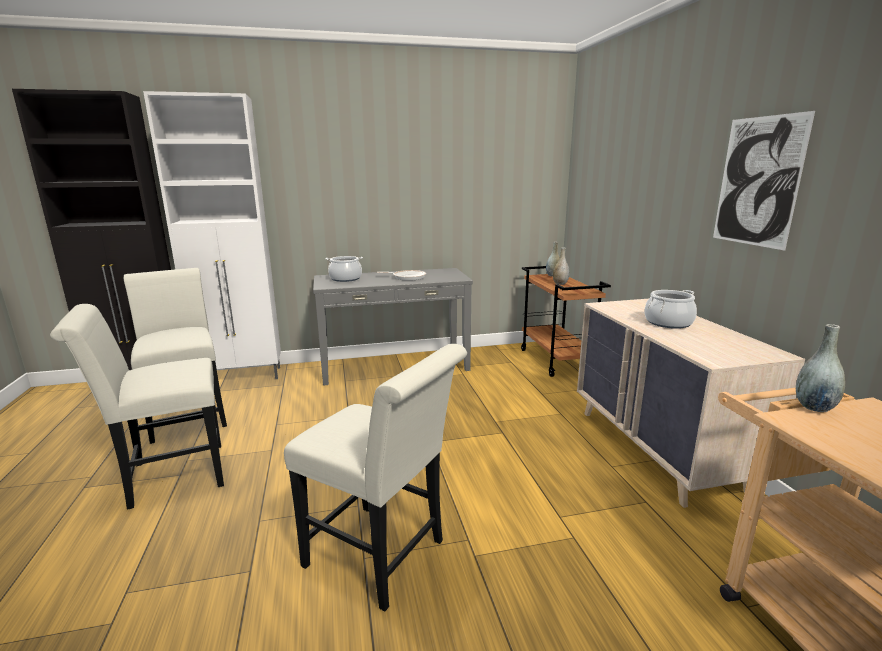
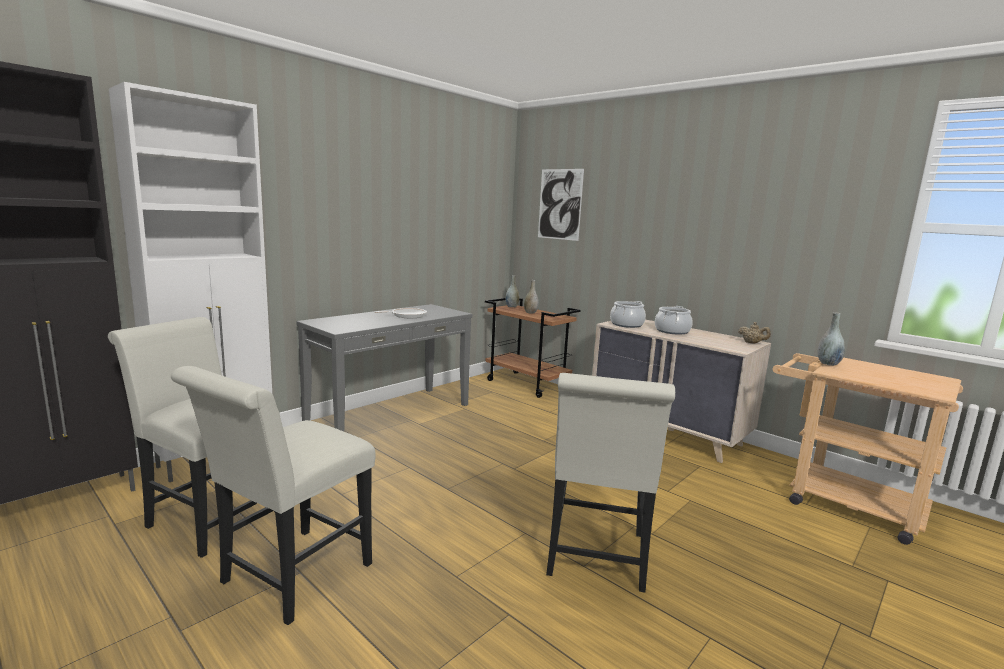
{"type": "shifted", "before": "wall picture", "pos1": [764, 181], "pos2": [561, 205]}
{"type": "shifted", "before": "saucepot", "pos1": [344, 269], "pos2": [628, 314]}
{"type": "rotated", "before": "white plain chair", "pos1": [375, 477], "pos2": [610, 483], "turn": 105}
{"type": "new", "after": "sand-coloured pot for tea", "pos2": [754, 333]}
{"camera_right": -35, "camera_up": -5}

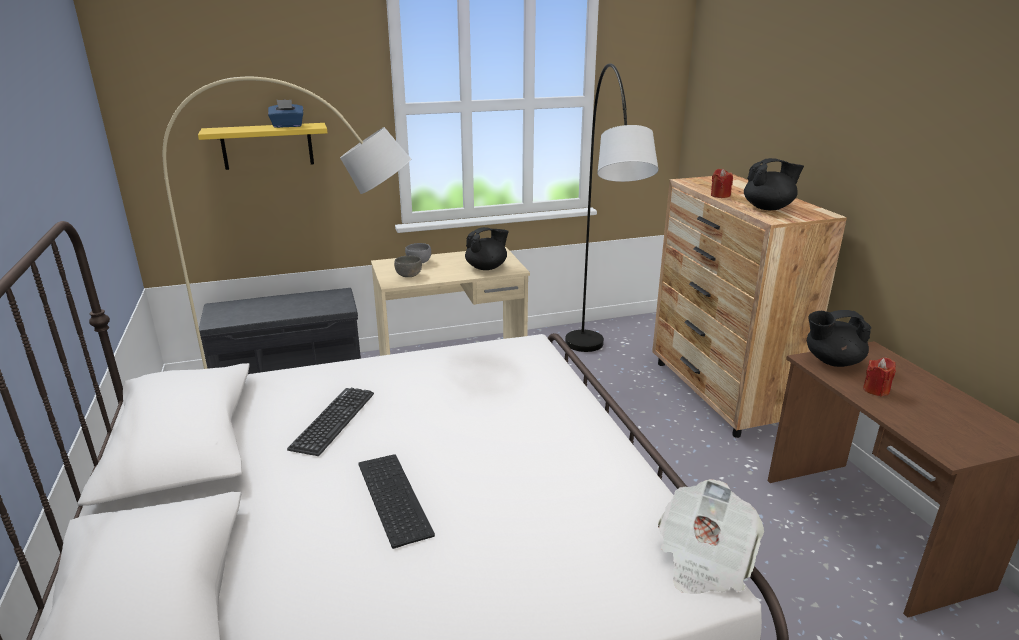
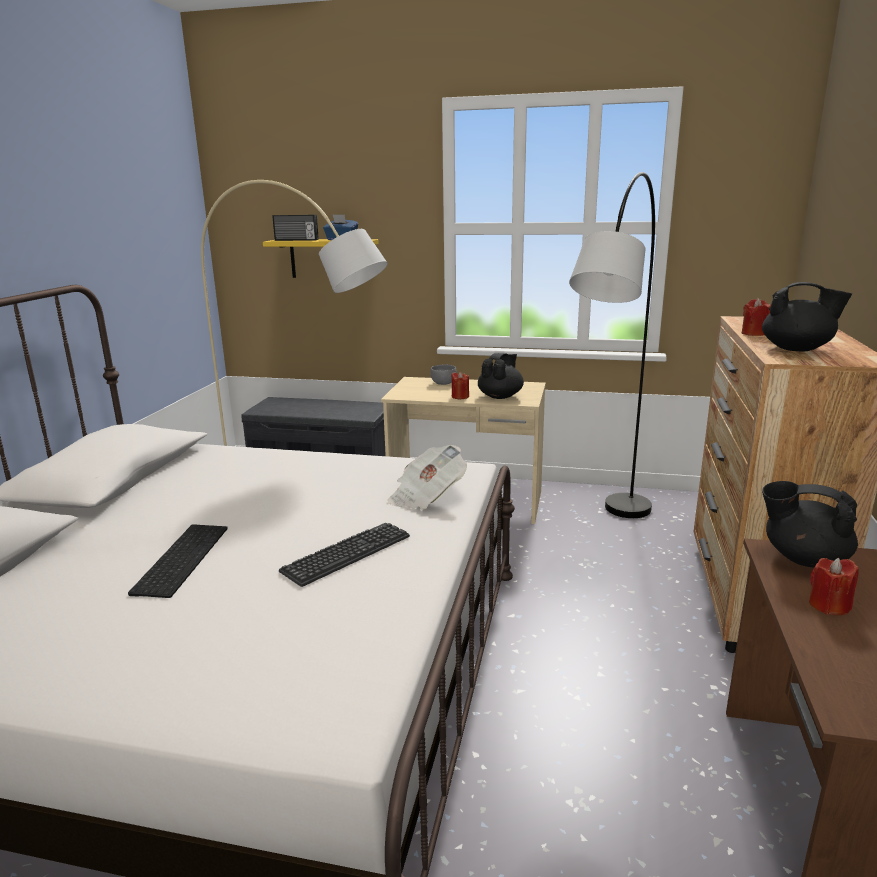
{"type": "rotated", "before": "black-coloured pot for tea", "pos1": [487, 248], "pos2": [501, 376], "turn": -60}
{"type": "gone", "before": "gray serving bowl", "pos1": [408, 266]}
{"type": "shifted", "before": "computer keyboard", "pos1": [330, 422], "pos2": [344, 555]}
{"type": "shifted", "before": "newspaper", "pos1": [711, 536], "pos2": [427, 477]}
{"type": "new", "after": "radio", "pos2": [295, 228]}
{"type": "new", "after": "reddish wax light", "pos2": [460, 385]}
{"camera_right": 30, "camera_up": -5}

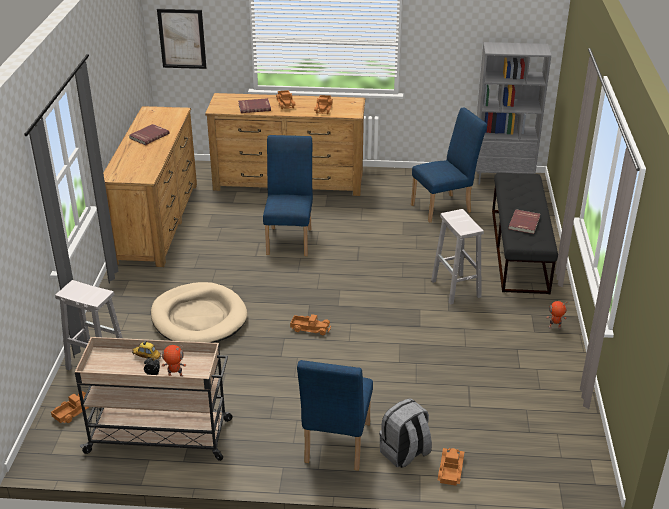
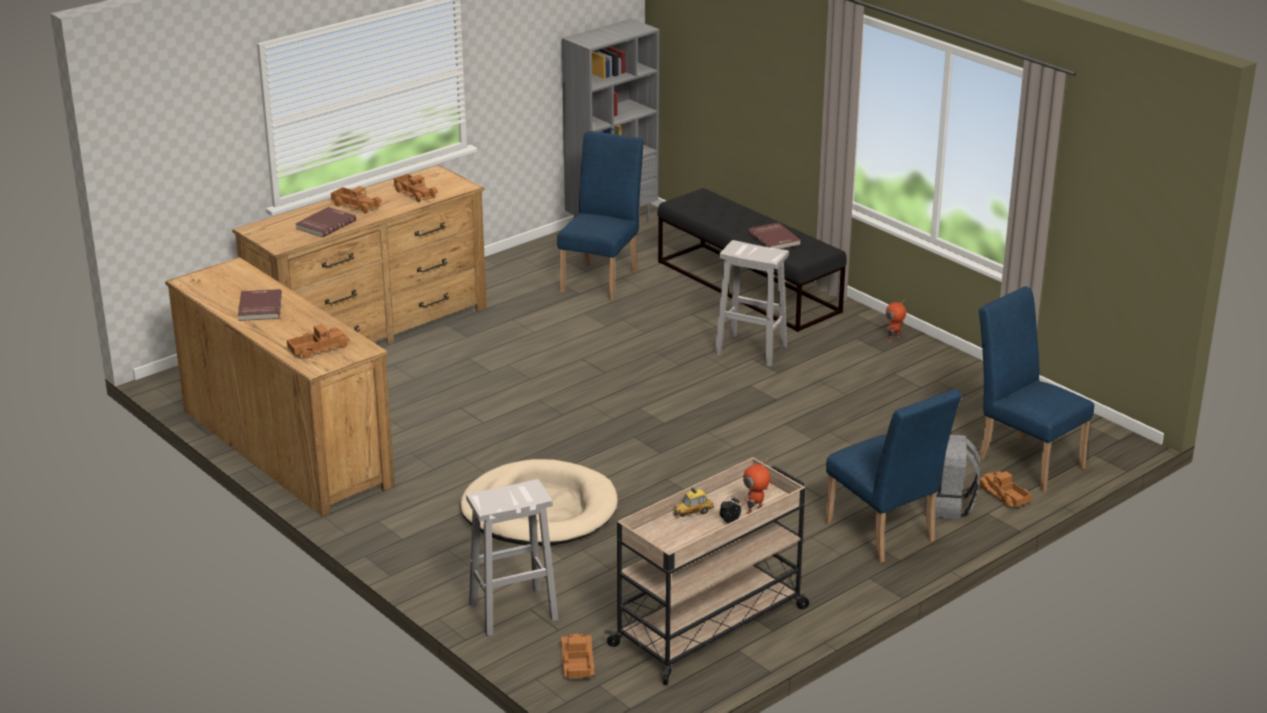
{"type": "gone", "before": "wall picture", "pos1": [181, 39]}
{"type": "shifted", "before": "blue plain chair", "pos1": [288, 195], "pos2": [1036, 389]}
{"type": "shifted", "before": "model truck", "pos1": [310, 324], "pos2": [318, 341]}
{"camera_right": -45, "camera_up": -5}

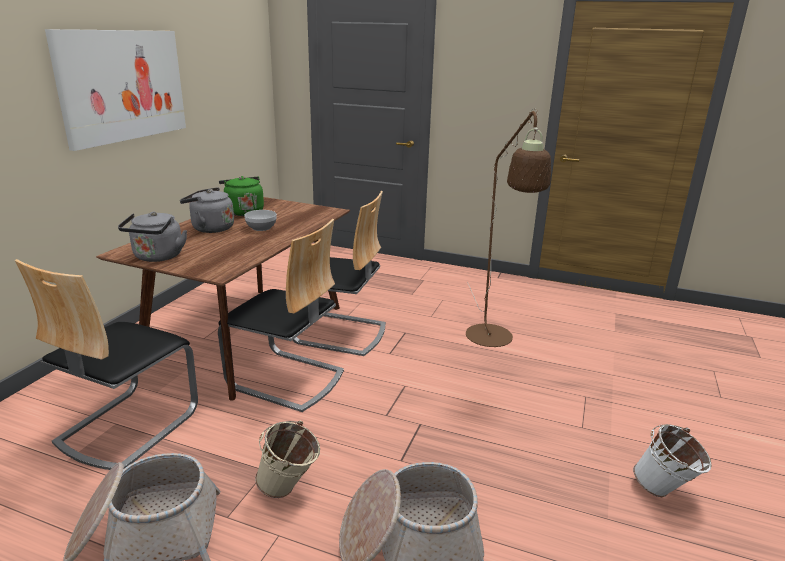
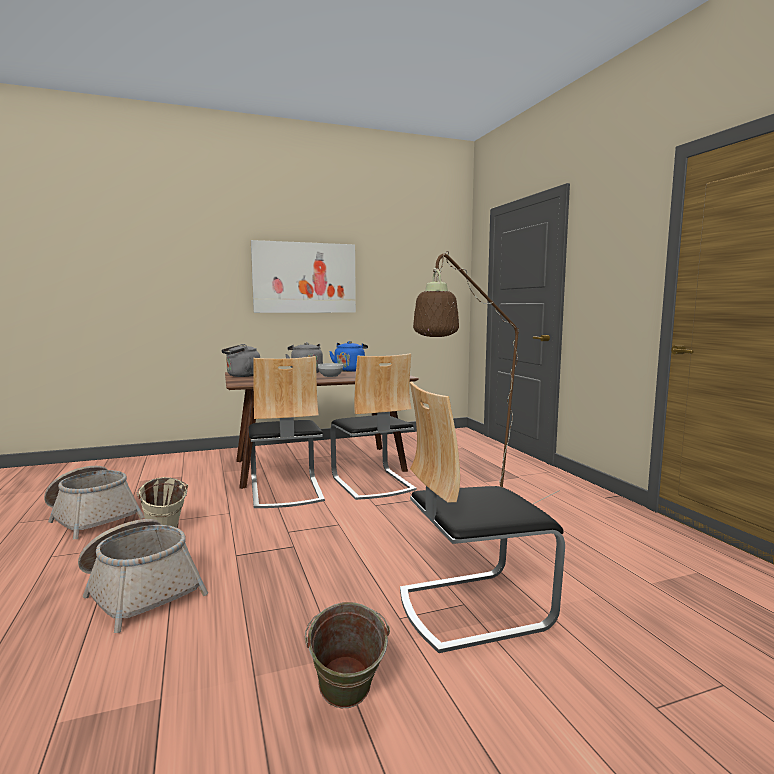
{"type": "repainted", "before": "greenish kettle", "after": "blue kettle", "pos1": [241, 196], "pos2": [348, 356]}
{"type": "shifted", "before": "plain chair", "pos1": [106, 364], "pos2": [482, 517]}
{"type": "repainted", "before": "white bucket", "after": "greenish bucket", "pos1": [672, 460], "pos2": [347, 655]}
{"camera_right": 50, "camera_up": -15}

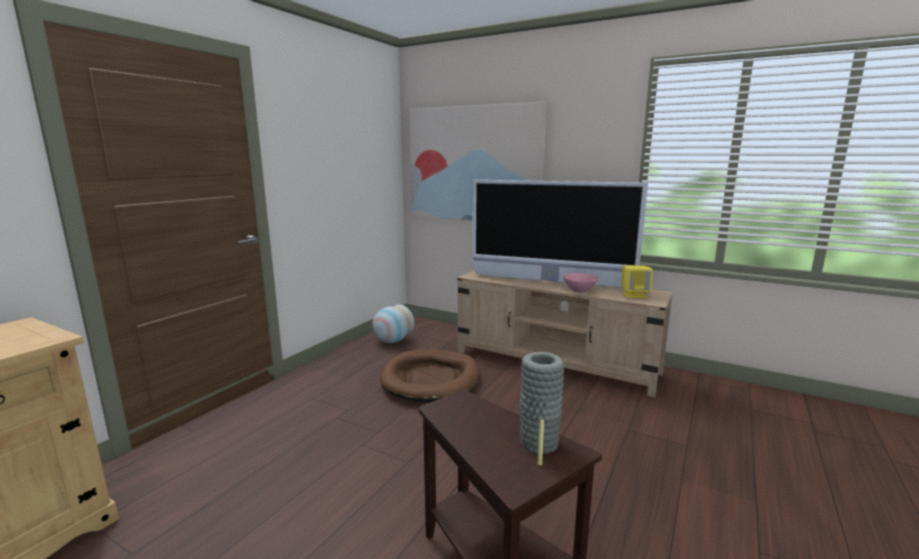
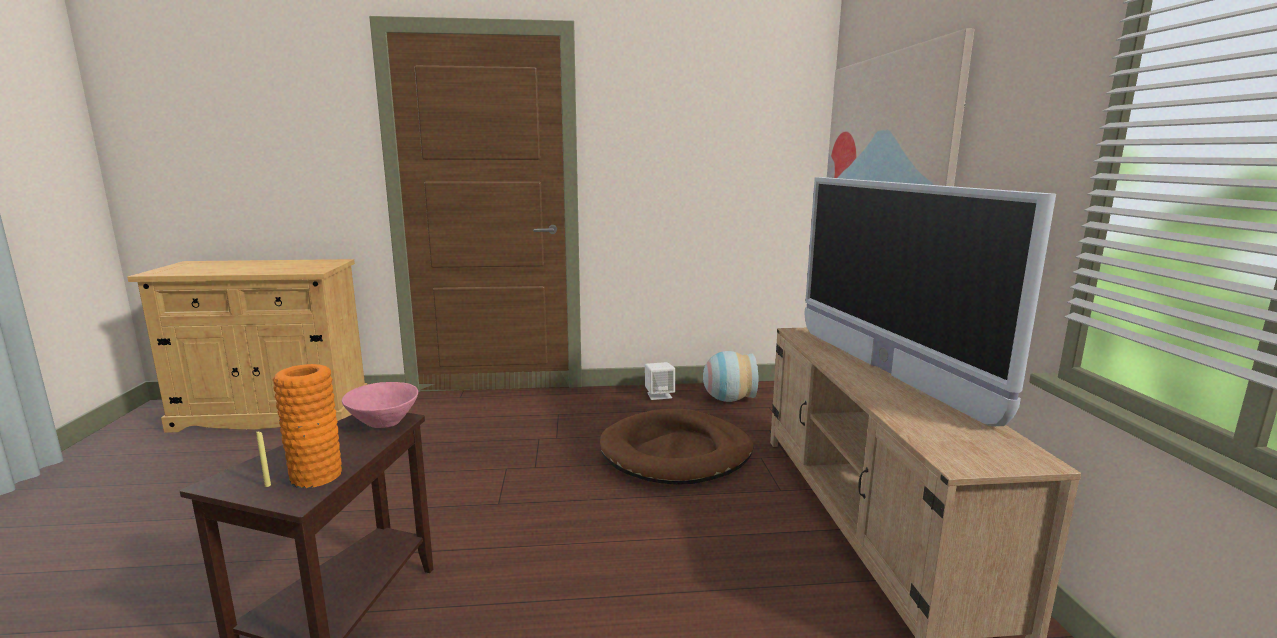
{"type": "gone", "before": "yellowish audio speaker", "pos1": [637, 281]}
{"type": "shifted", "before": "pink-coloured serving bowl", "pos1": [580, 282], "pos2": [380, 405]}
{"type": "repainted", "before": "gray decorative vase", "after": "orange-coloured decorative vase", "pos1": [542, 403], "pos2": [307, 426]}
{"type": "new", "after": "white audio speaker", "pos2": [660, 381]}
{"camera_right": 55, "camera_up": 0}

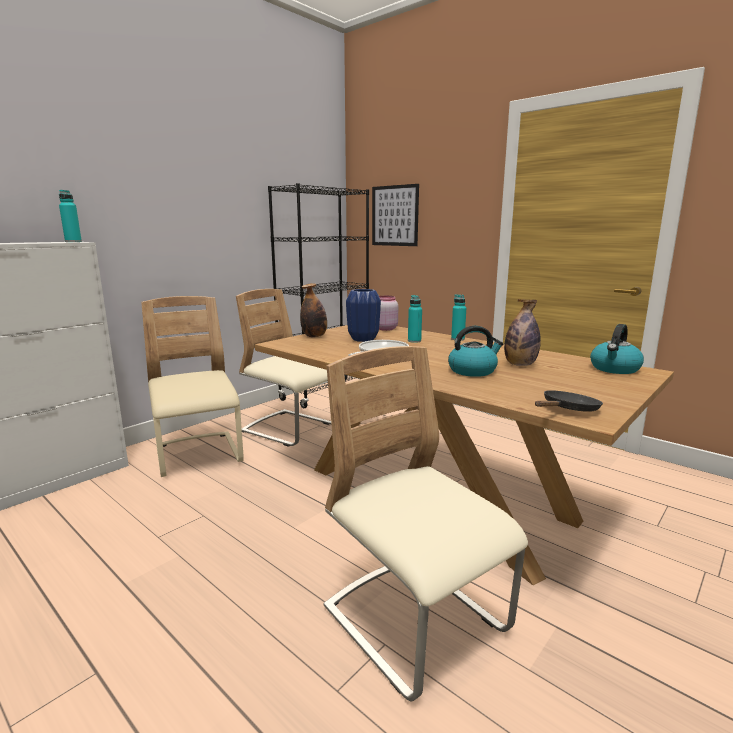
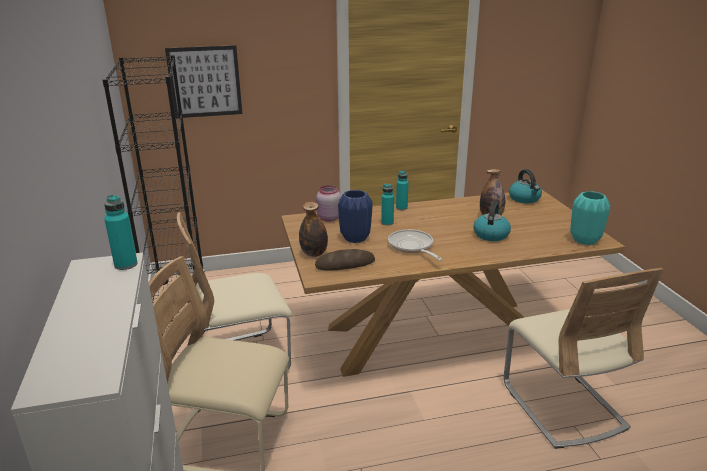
{"type": "rotated", "before": "sand-coloured plain chair", "pos1": [426, 524], "pos2": [584, 358], "turn": -105}
{"type": "swapped", "before": "black-coloured pan", "after": "turquoise-coloured decorative vase", "pos1": [569, 401], "pos2": [590, 218]}
{"type": "new", "after": "bread", "pos2": [345, 260]}
{"camera_right": -55, "camera_up": 10}

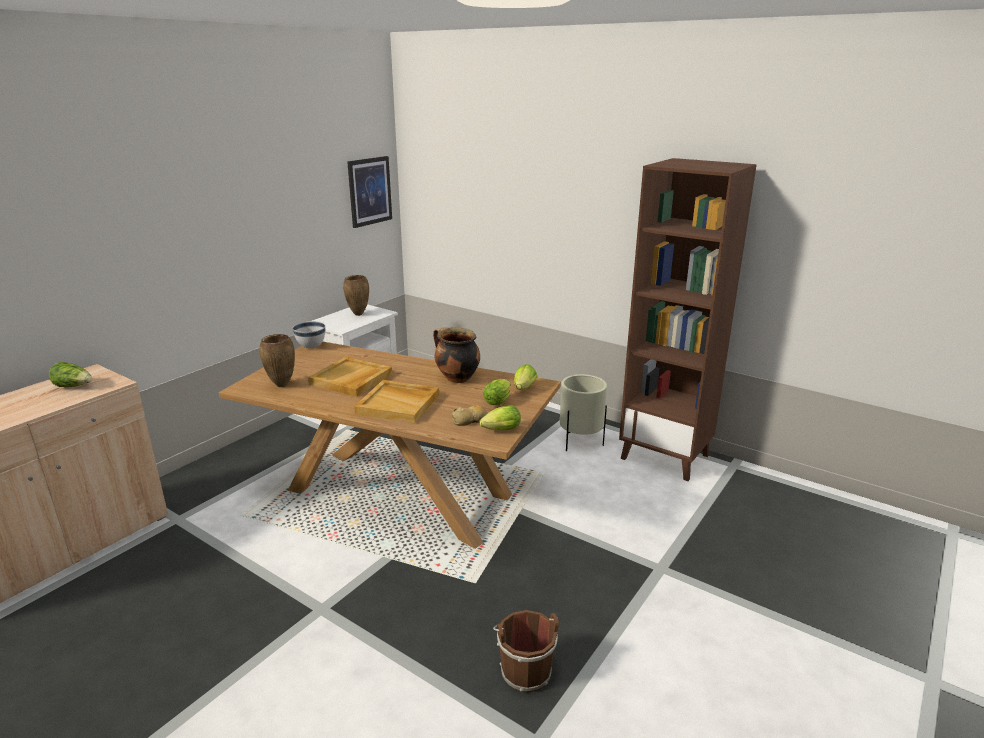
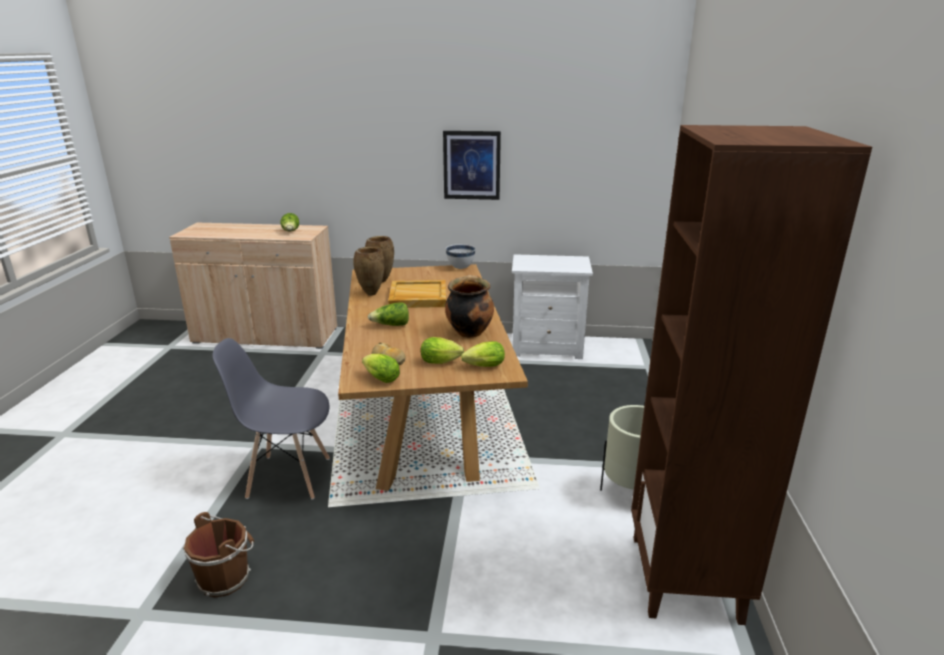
{"type": "shifted", "before": "wall picture", "pos1": [369, 192], "pos2": [472, 165]}
{"type": "shifted", "before": "brown decorative vase", "pos1": [356, 295], "pos2": [369, 271]}
{"type": "swapped", "before": "sand-coloured serving tray", "after": "lettuce", "pos1": [396, 401], "pos2": [388, 314]}
{"type": "new", "after": "gray plain chair", "pos2": [271, 419]}
{"camera_right": 60, "camera_up": 0}

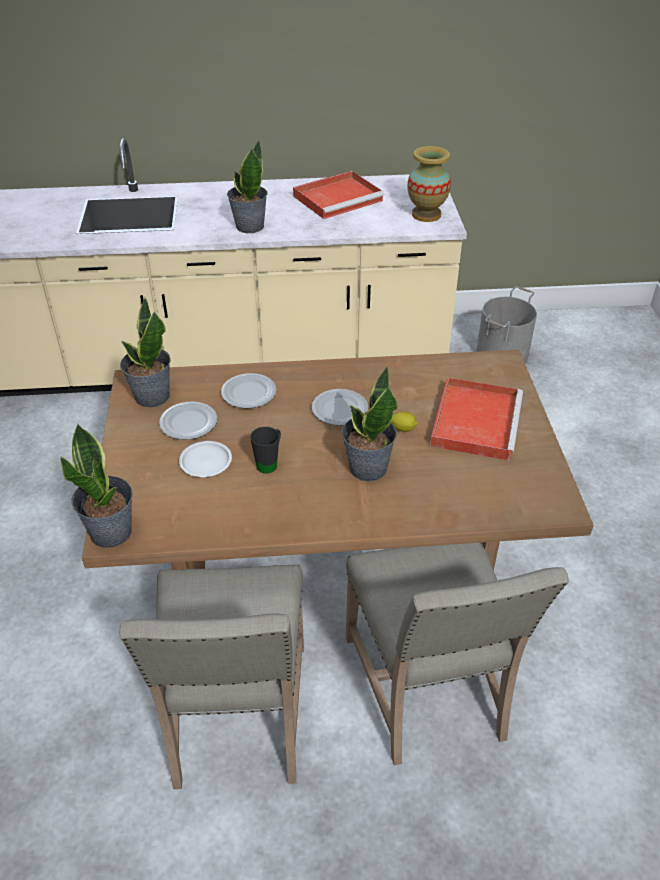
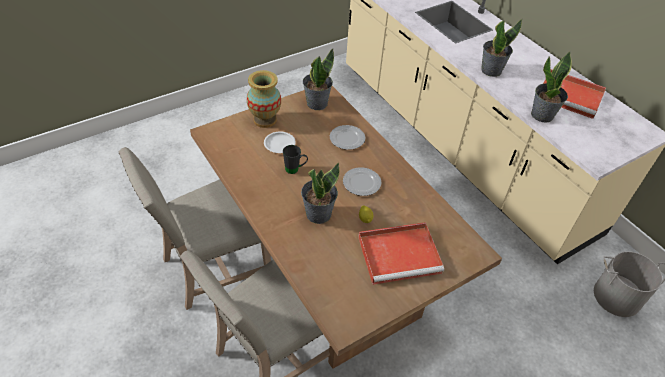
{"type": "shifted", "before": "decorative vase", "pos1": [429, 184], "pos2": [264, 99]}
{"type": "gone", "before": "flat dish", "pos1": [188, 421]}
{"type": "shifted", "before": "potted plant", "pos1": [97, 486], "pos2": [551, 87]}
{"camera_right": 60, "camera_up": 5}

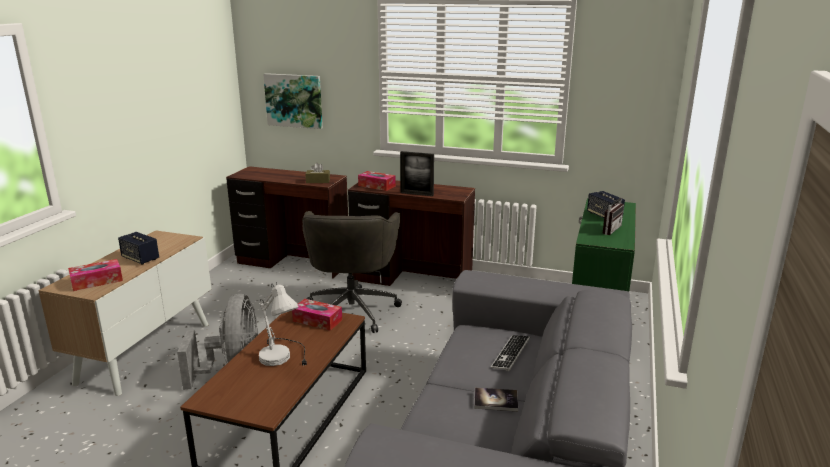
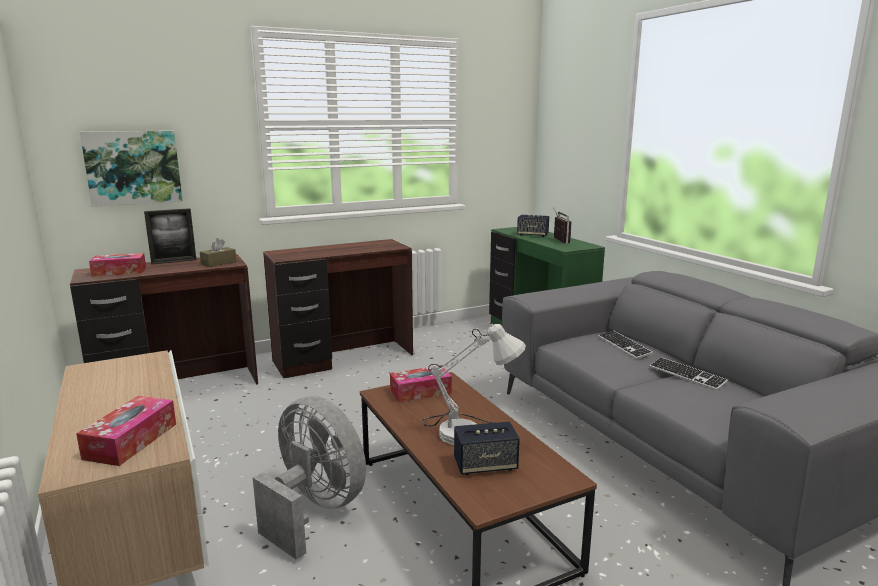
{"type": "shifted", "before": "photo frame", "pos1": [417, 173], "pos2": [170, 236]}
{"type": "shifted", "before": "box of tissues", "pos1": [377, 181], "pos2": [117, 264]}
{"type": "gone", "before": "gray desk chair", "pos1": [352, 272]}
{"type": "shifted", "before": "audio speaker", "pos1": [138, 248], "pos2": [487, 448]}
{"type": "swapped", "before": "bound book", "after": "computer keyboard", "pos1": [496, 399], "pos2": [688, 373]}
{"camera_right": -45, "camera_up": -5}

